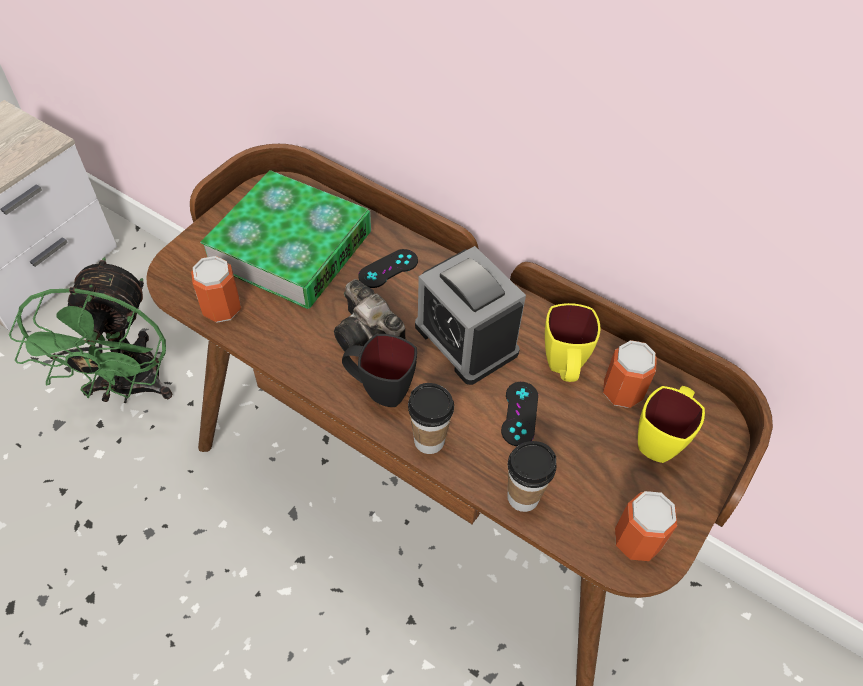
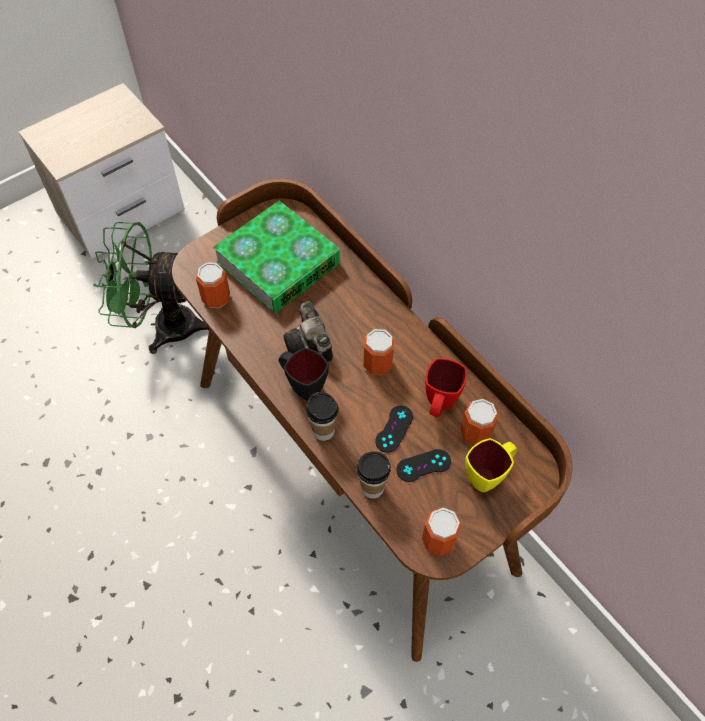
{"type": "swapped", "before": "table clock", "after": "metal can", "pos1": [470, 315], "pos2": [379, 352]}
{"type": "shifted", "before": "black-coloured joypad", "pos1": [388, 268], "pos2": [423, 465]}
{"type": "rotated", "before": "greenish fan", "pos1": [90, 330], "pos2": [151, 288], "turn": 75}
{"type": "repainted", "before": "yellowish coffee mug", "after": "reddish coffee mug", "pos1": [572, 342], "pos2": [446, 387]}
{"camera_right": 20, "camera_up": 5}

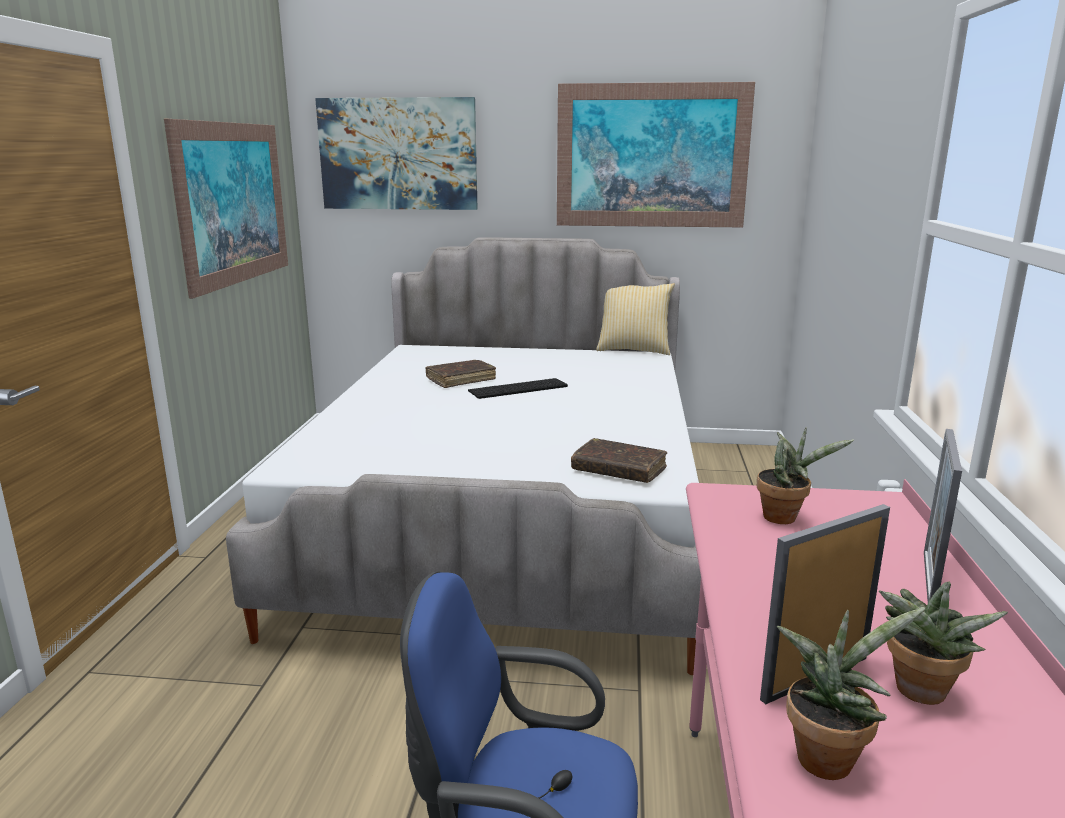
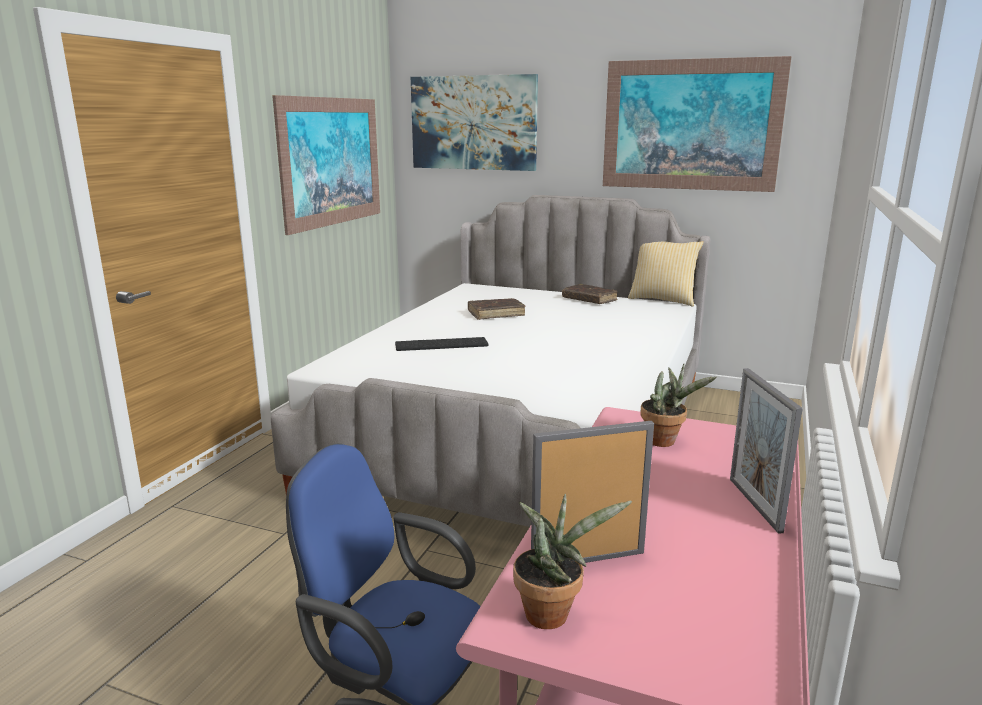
{"type": "shifted", "before": "computer keyboard", "pos1": [518, 388], "pos2": [442, 344]}
{"type": "rotated", "before": "photo frame", "pos1": [943, 515], "pos2": [766, 451], "turn": -45}
{"type": "shifted", "before": "brown bound book", "pos1": [619, 460], "pos2": [590, 294]}
{"type": "gone", "before": "potted plant", "pos1": [943, 643]}
{"camera_right": 15, "camera_up": 0}

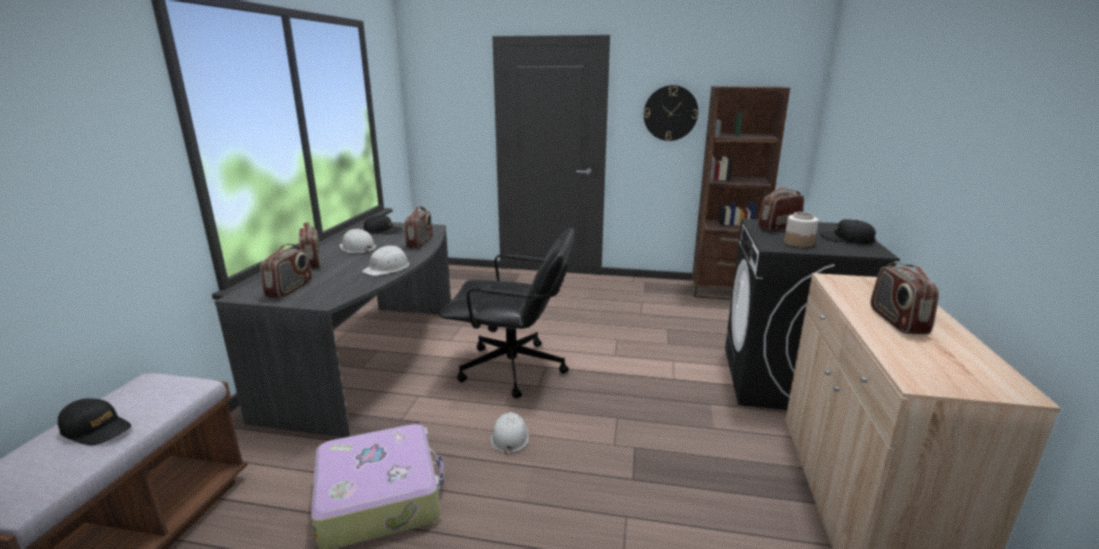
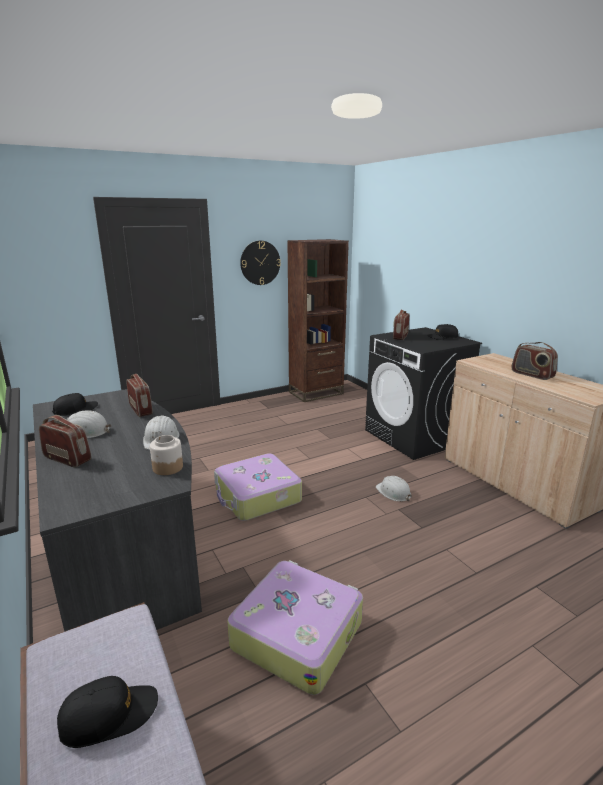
{"type": "shifted", "before": "jar", "pos1": [801, 229], "pos2": [166, 455]}
{"type": "swapped", "before": "black-coloured desk chair", "after": "travel case", "pos1": [507, 313], "pos2": [258, 487]}
{"type": "gone", "before": "radio", "pos1": [286, 271]}
{"type": "shifted", "before": "white hard hat", "pos1": [510, 433], "pos2": [393, 488]}
{"camera_right": -40, "camera_up": 0}

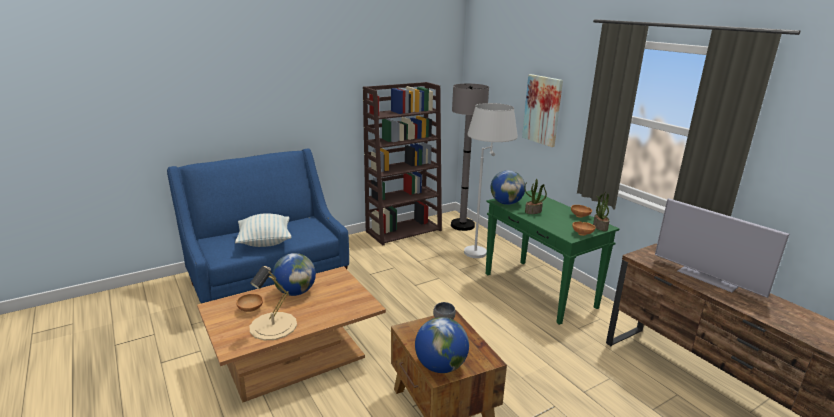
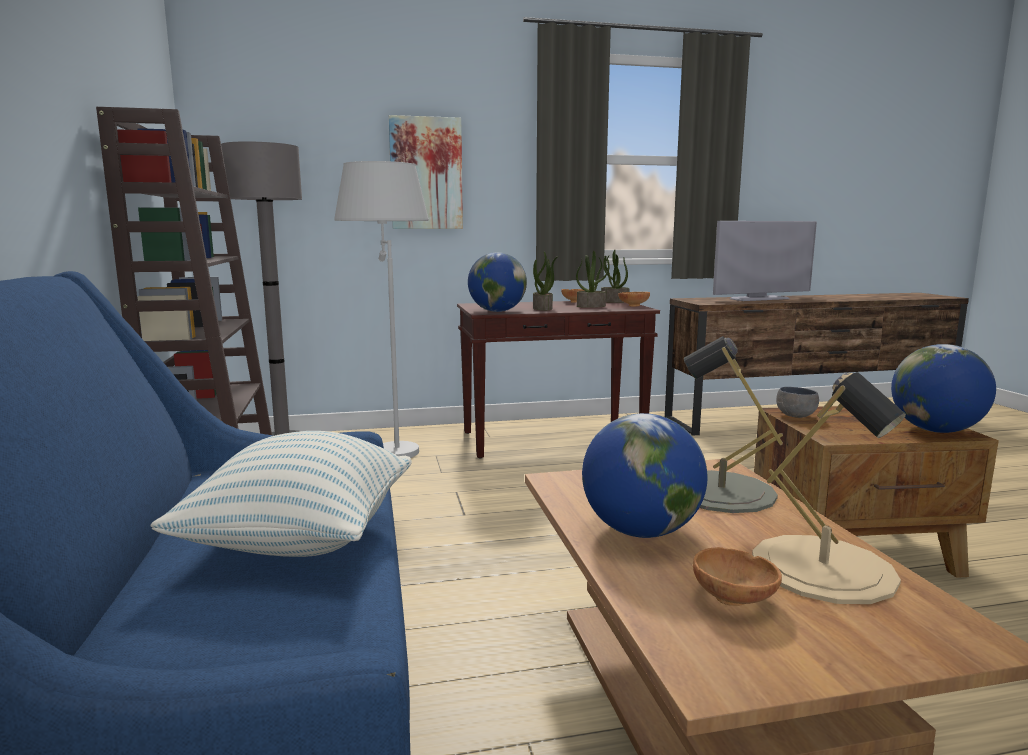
{"type": "repainted", "before": "greenish console table", "after": "brown console table", "pos1": [553, 257], "pos2": [558, 380]}
{"type": "new", "after": "potted plant", "pos2": [593, 279]}
{"type": "new", "after": "gray tabletop lamp", "pos2": [733, 424]}
{"camera_right": -70, "camera_up": -10}

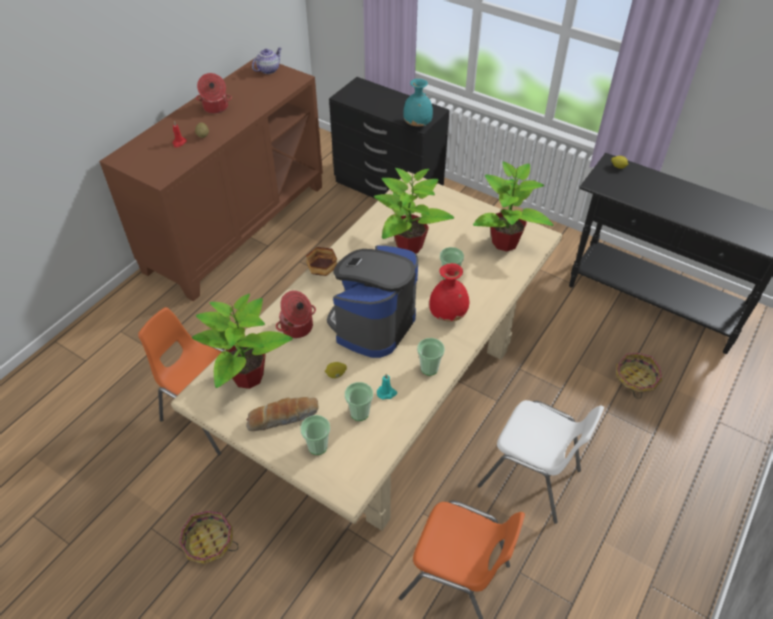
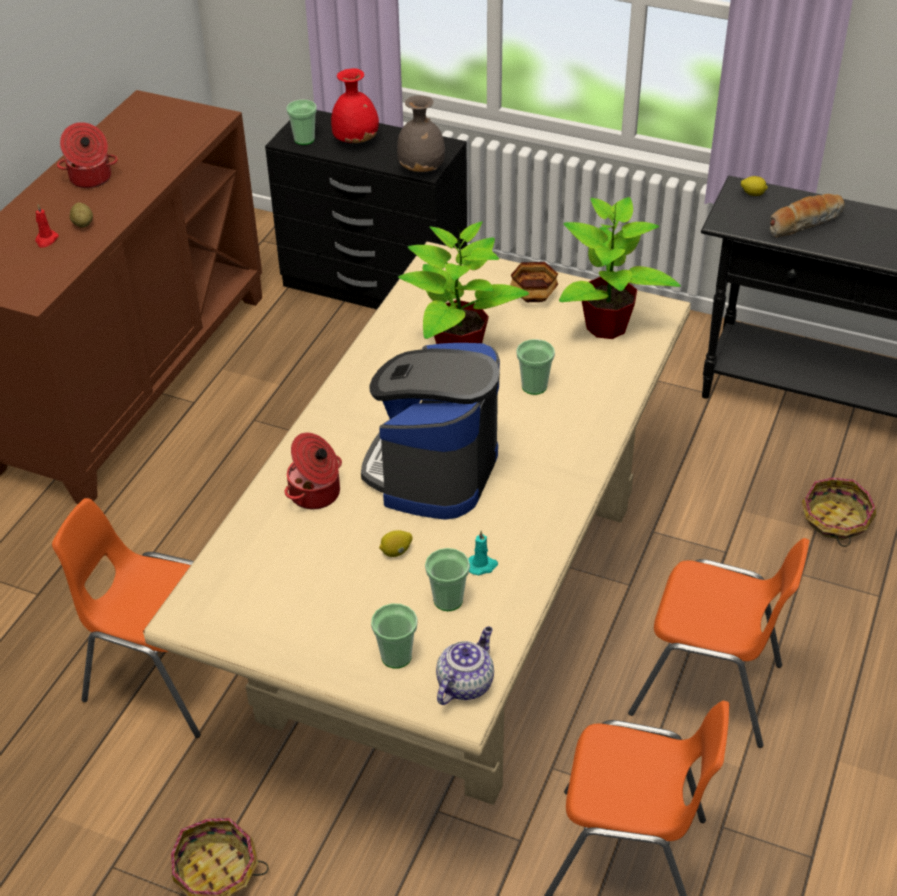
{"type": "shifted", "before": "pot for tea", "pos1": [267, 61], "pos2": [465, 665]}
{"type": "repainted", "before": "turquoise-coloured decorative vase", "after": "gray decorative vase", "pos1": [418, 102], "pos2": [421, 133]}
{"type": "shifted", "before": "serving bowl", "pos1": [321, 261], "pos2": [534, 282]}
{"type": "shifted", "before": "reddish decorative vase", "pos1": [449, 292], "pos2": [355, 105]}
{"type": "gone", "before": "potted plant", "pos1": [242, 341]}
{"type": "shifted", "before": "cup", "pos1": [431, 357], "pos2": [301, 122]}
{"type": "shifted", "before": "bread", "pos1": [282, 414], "pos2": [807, 215]}
{"type": "repainted", "before": "white plain chair", "after": "orange-coloured plain chair", "pos1": [541, 462], "pos2": [718, 643]}
{"camera_right": -10, "camera_up": -5}

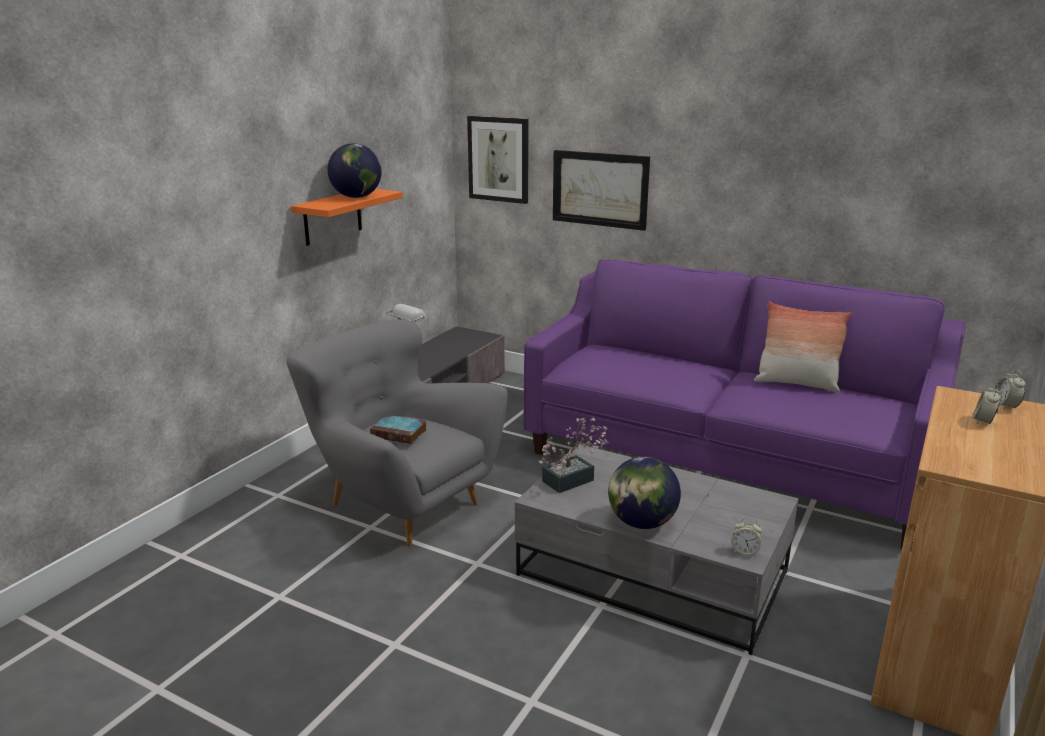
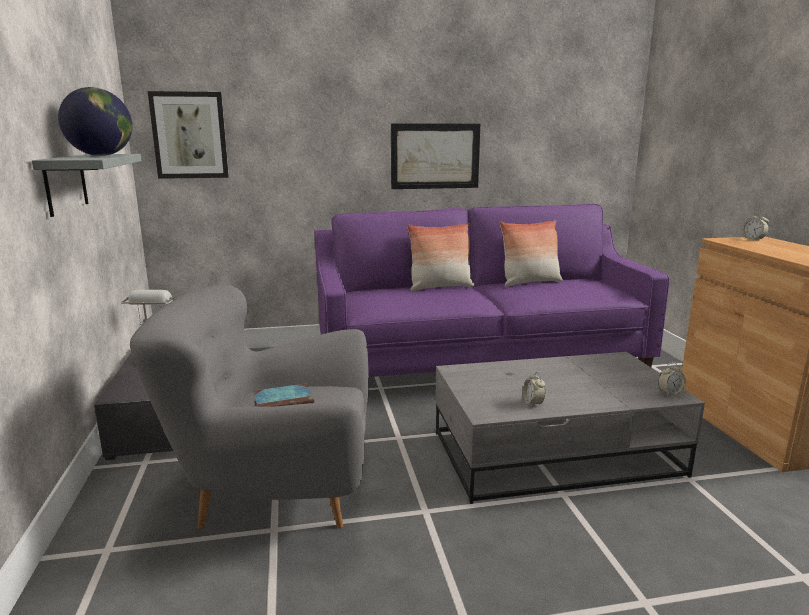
{"type": "shifted", "before": "wall picture", "pos1": [601, 190], "pos2": [435, 156]}
{"type": "repainted", "before": "orange-coloured bracket shelf", "after": "gray bracket shelf", "pos1": [347, 217], "pos2": [87, 185]}
{"type": "shifted", "before": "table clock", "pos1": [987, 404], "pos2": [534, 389]}
{"type": "gone", "before": "potted plant", "pos1": [573, 455]}
{"type": "gone", "before": "globe", "pos1": [644, 493]}
{"type": "new", "after": "pillow", "pos2": [440, 257]}
{"camera_right": -40, "camera_up": -5}

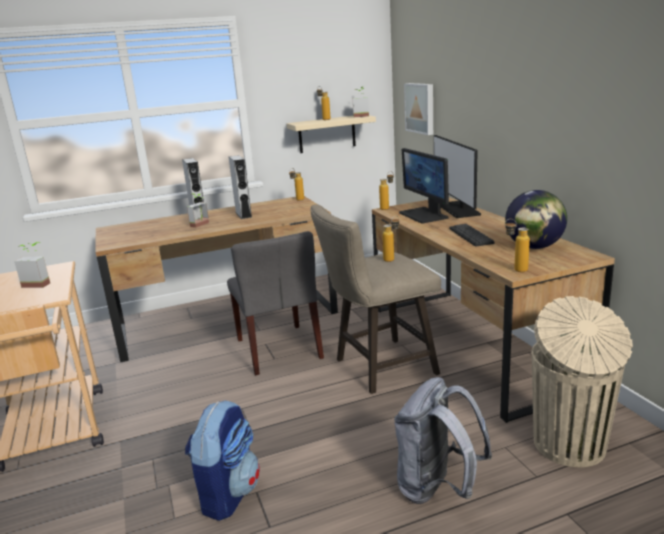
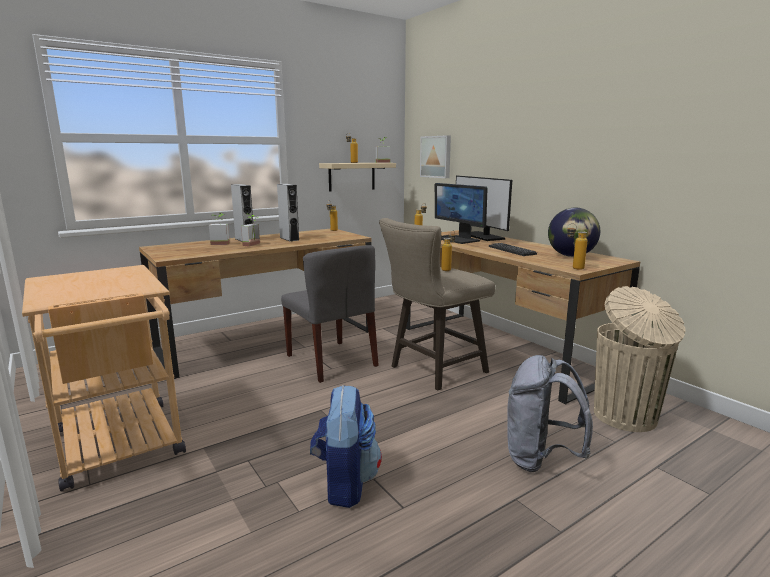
{"type": "shifted", "before": "potted plant", "pos1": [32, 265], "pos2": [219, 229]}
{"camera_right": -15, "camera_up": -5}

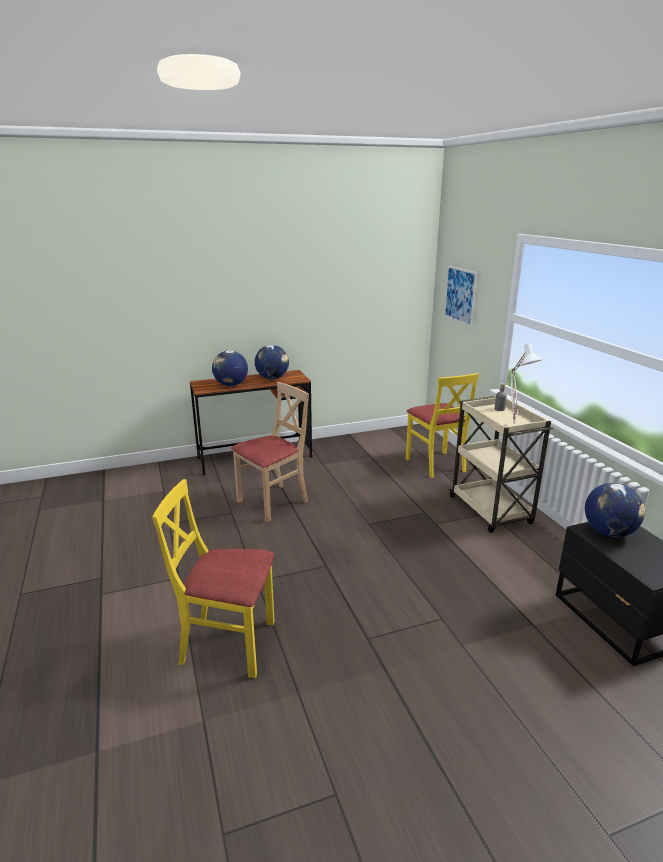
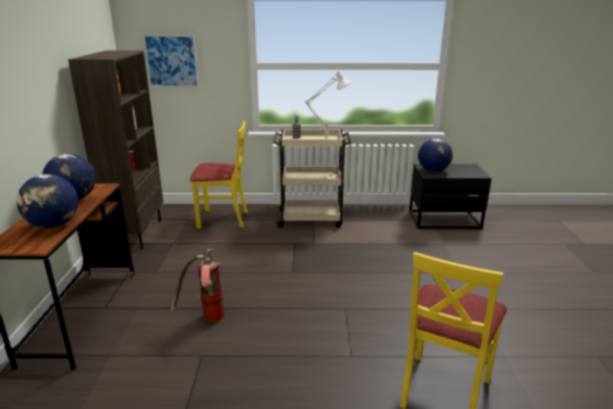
{"type": "swapped", "before": "sand-coloured plain chair", "after": "extinguisher", "pos1": [270, 452], "pos2": [197, 285]}
{"type": "new", "after": "brown bookshelf", "pos2": [115, 150]}
{"camera_right": -70, "camera_up": 0}

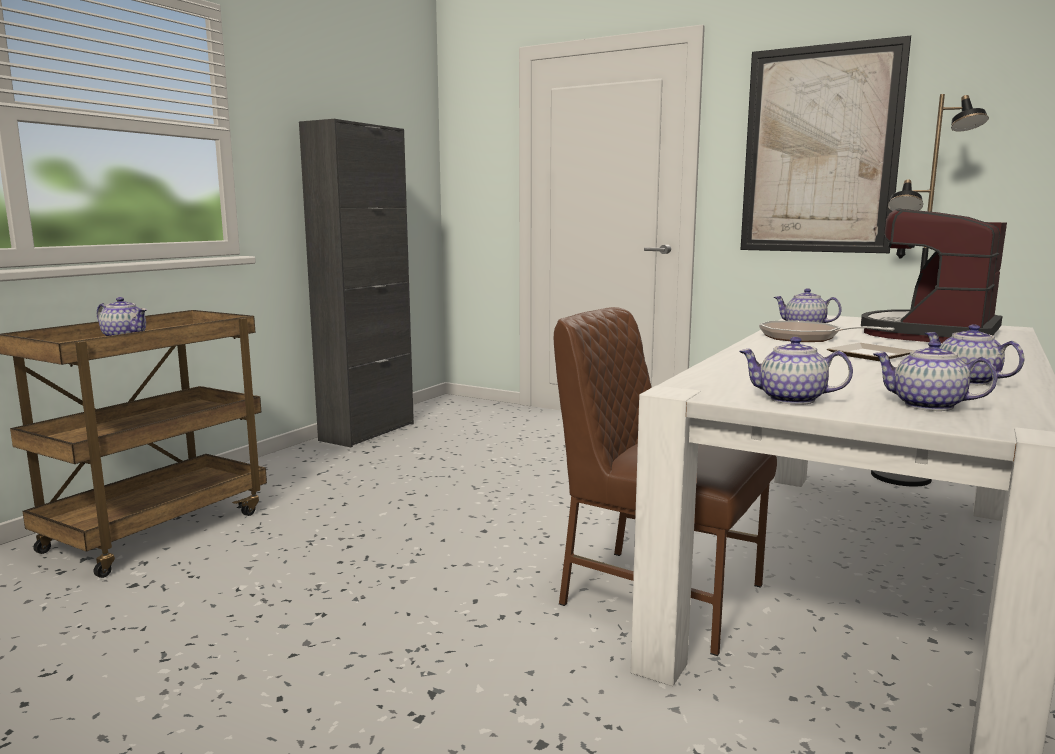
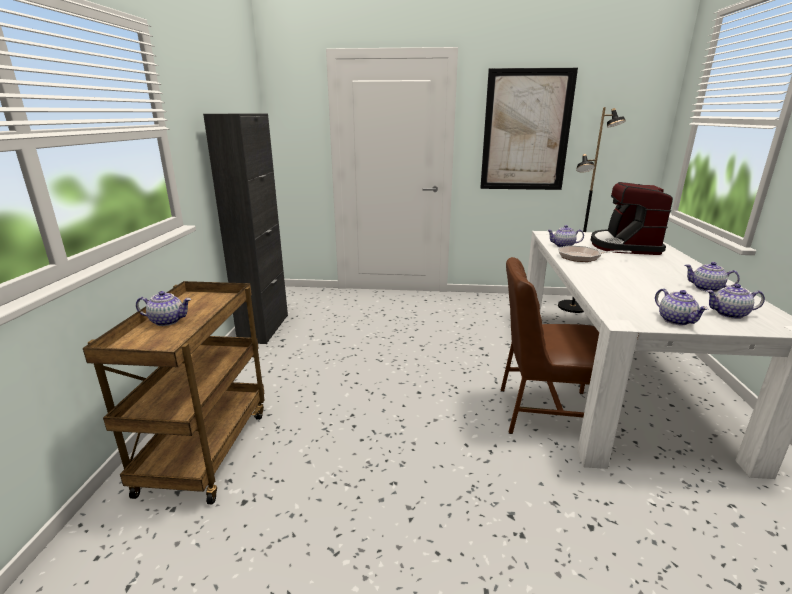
{"type": "rotated", "before": "pot for tea", "pos1": [796, 371], "pos2": [682, 307], "turn": -105}
{"type": "gone", "before": "flat dish", "pos1": [870, 352]}
{"camera_right": -25, "camera_up": 10}

